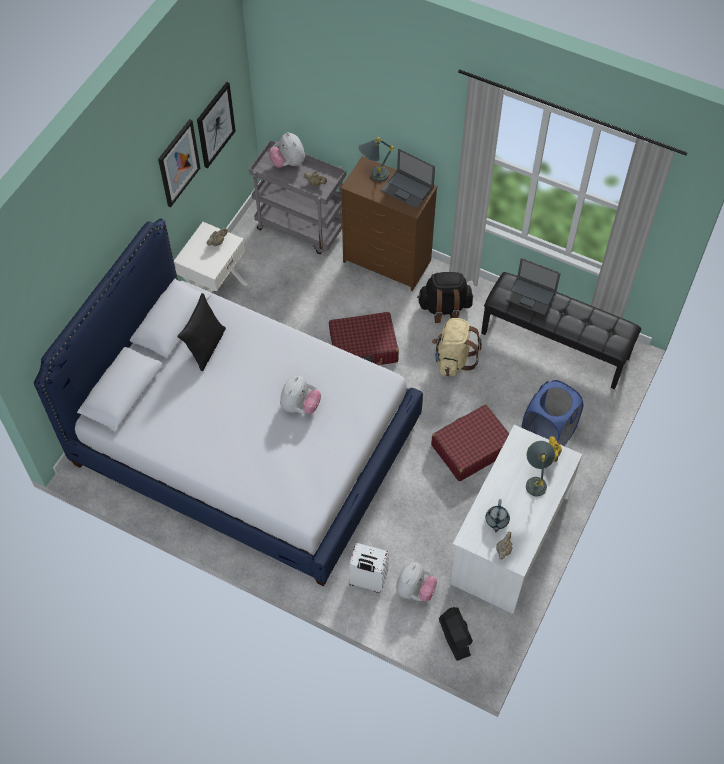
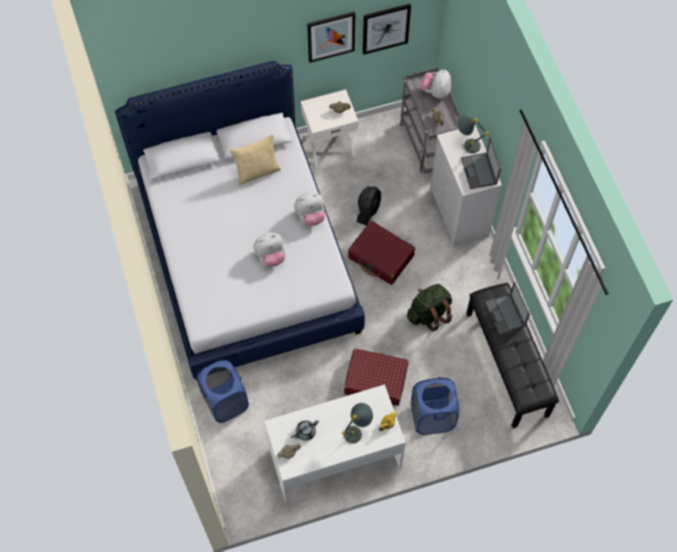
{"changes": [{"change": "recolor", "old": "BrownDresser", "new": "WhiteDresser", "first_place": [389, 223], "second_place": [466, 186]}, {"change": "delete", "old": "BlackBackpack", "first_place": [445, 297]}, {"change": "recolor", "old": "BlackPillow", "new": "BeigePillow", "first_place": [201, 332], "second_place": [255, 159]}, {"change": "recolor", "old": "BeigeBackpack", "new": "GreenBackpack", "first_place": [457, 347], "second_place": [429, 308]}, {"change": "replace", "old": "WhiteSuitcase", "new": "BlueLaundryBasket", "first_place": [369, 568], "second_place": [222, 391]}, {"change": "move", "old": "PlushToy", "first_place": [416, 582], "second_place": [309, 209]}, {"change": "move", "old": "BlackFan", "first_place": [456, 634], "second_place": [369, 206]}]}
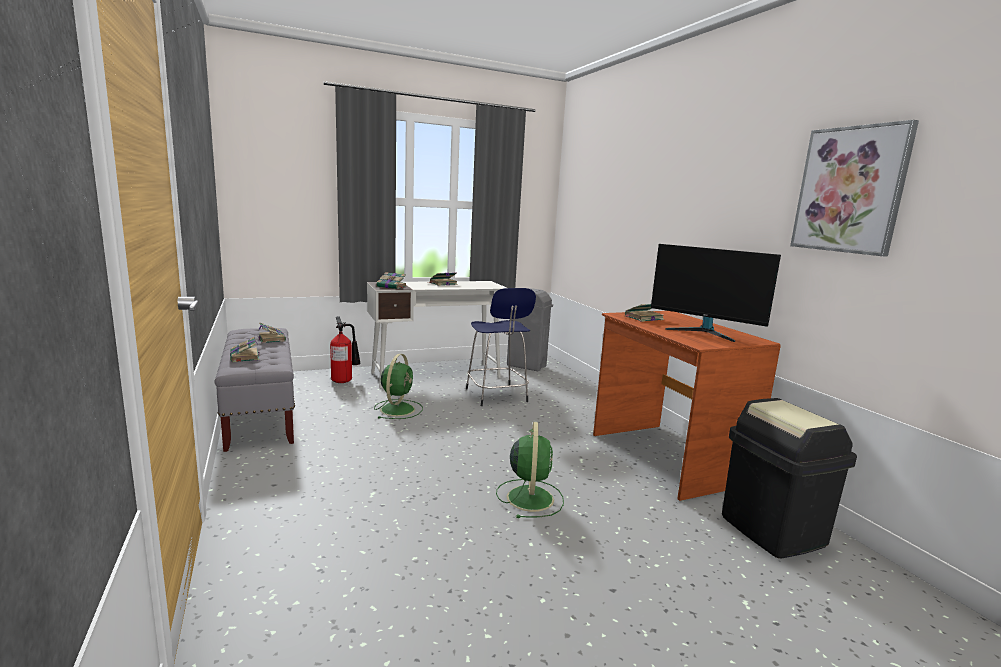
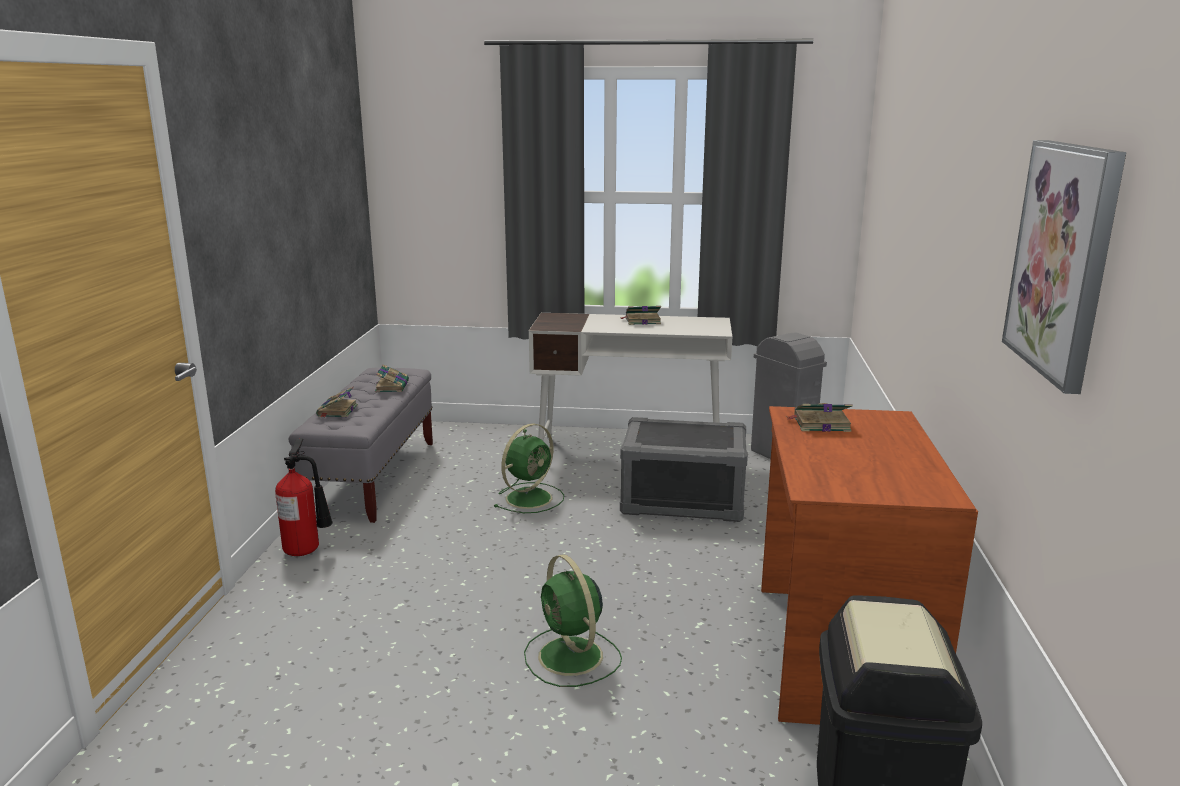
{"changes": [{"change": "delete", "old": "Monitor", "first_place": [716, 293]}, {"change": "delete", "old": "Book", "first_place": [391, 280]}, {"change": "replace", "old": "BlueStool", "new": "GreyStorageBox", "first_place": [501, 347], "second_place": [684, 469]}, {"change": "move", "old": "FireExtinguisher", "first_place": [345, 349], "second_place": [304, 497]}, {"change": "rotate", "old": "GreenFan", "first_place": [530, 470], "second_place": [573, 620], "degrees": 120}]}
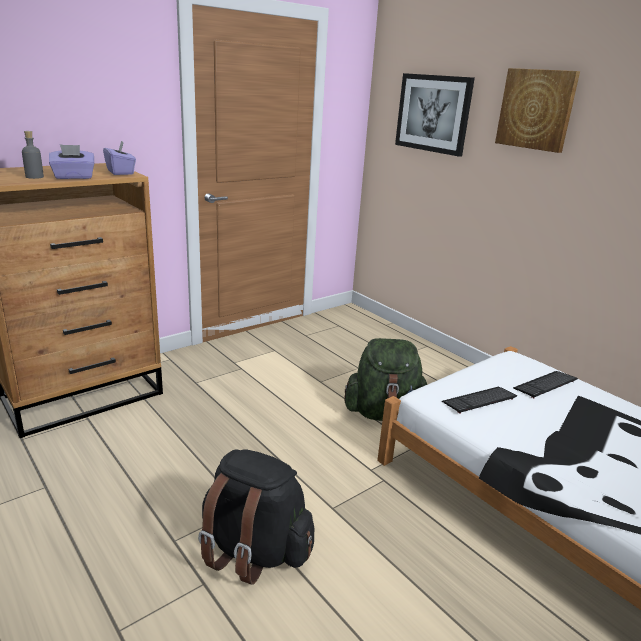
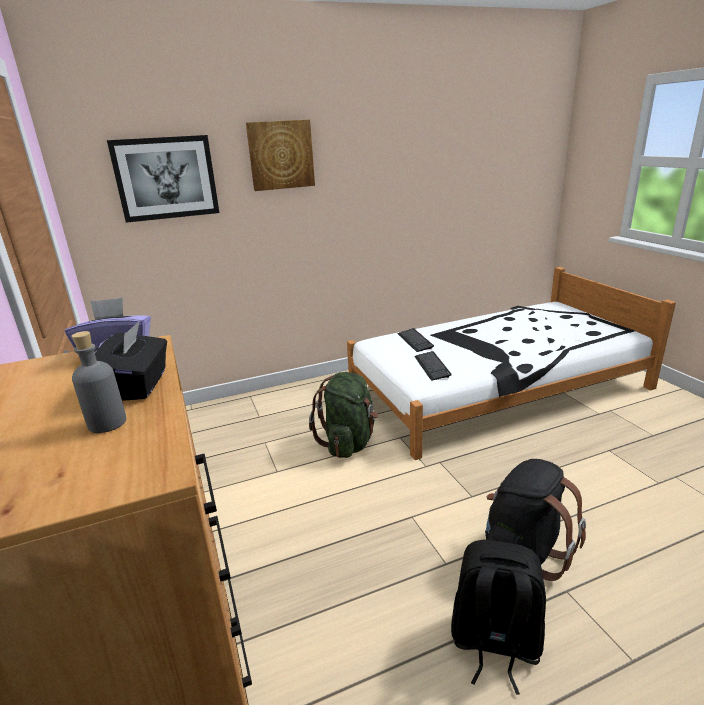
{"changes": [{"change": "recolor", "old": "PurpleTissueBox", "new": "BlackTissueBox", "first_place": [71, 161], "second_place": [130, 361]}, {"change": "insert", "new": "BlackBackpack", "second_place": [498, 617]}]}
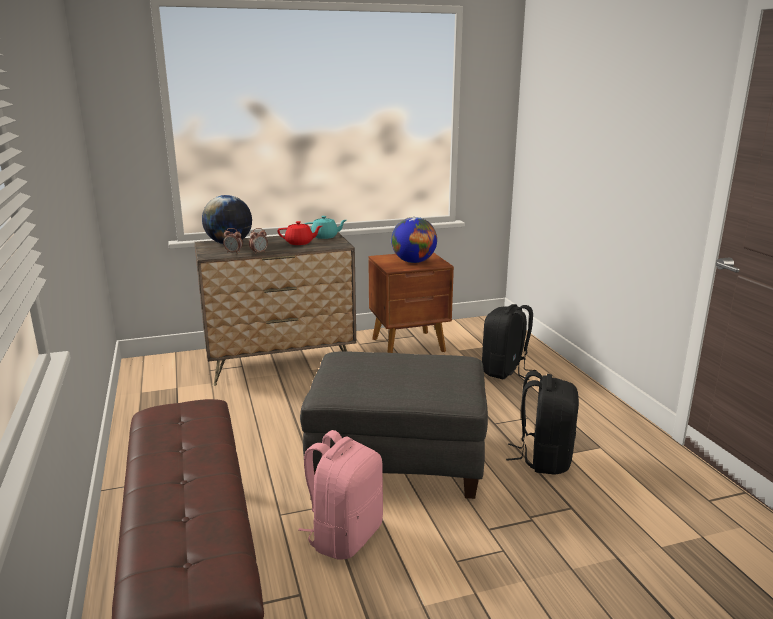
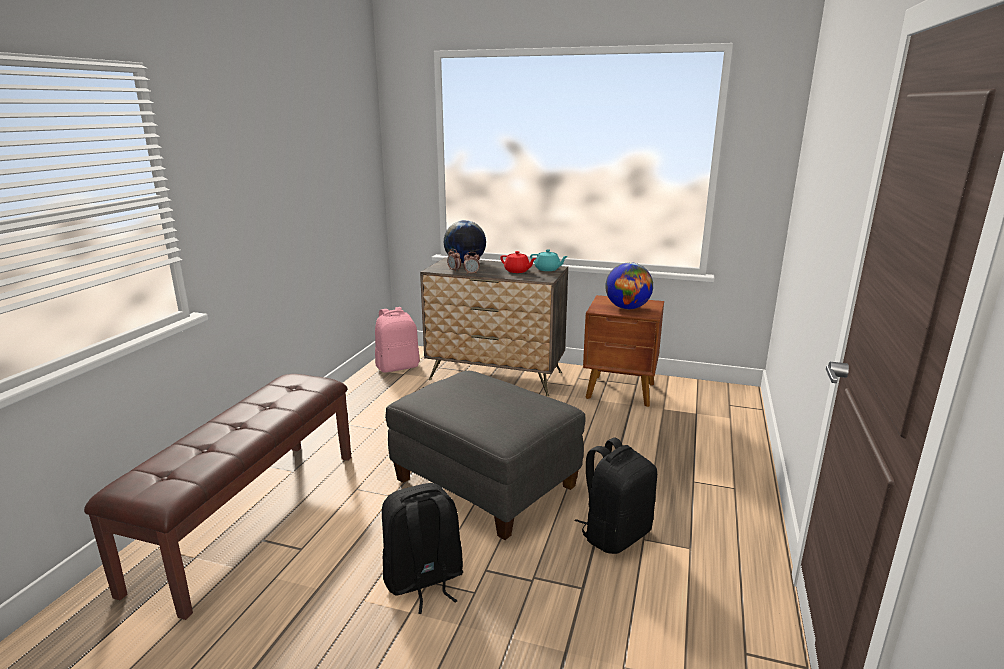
{"changes": [{"change": "move", "old": "BlackBackpack", "first_place": [509, 342], "second_place": [422, 548]}, {"change": "move", "old": "PinkBackpack", "first_place": [340, 495], "second_place": [397, 340]}]}
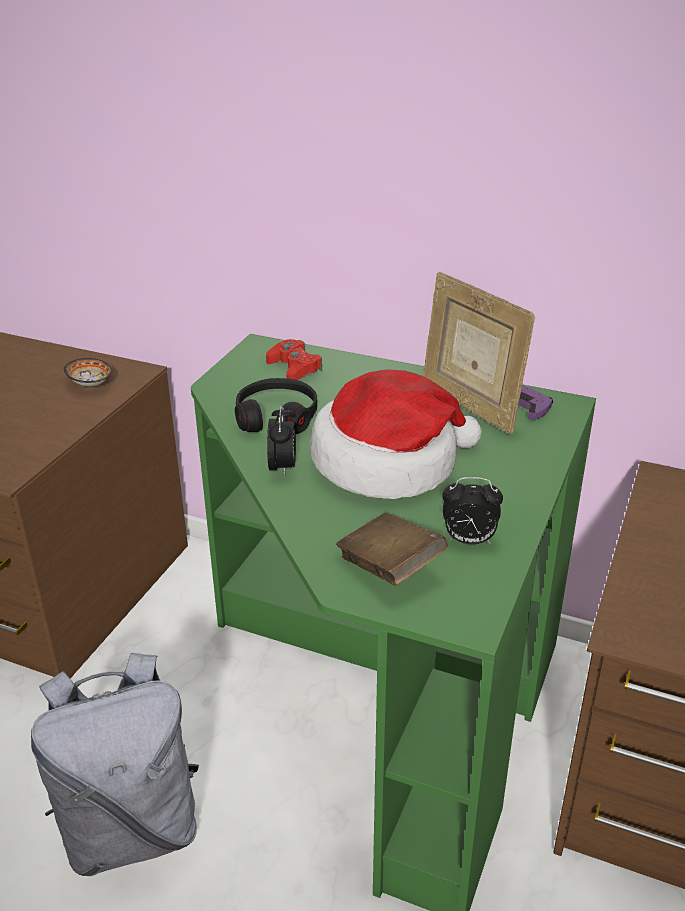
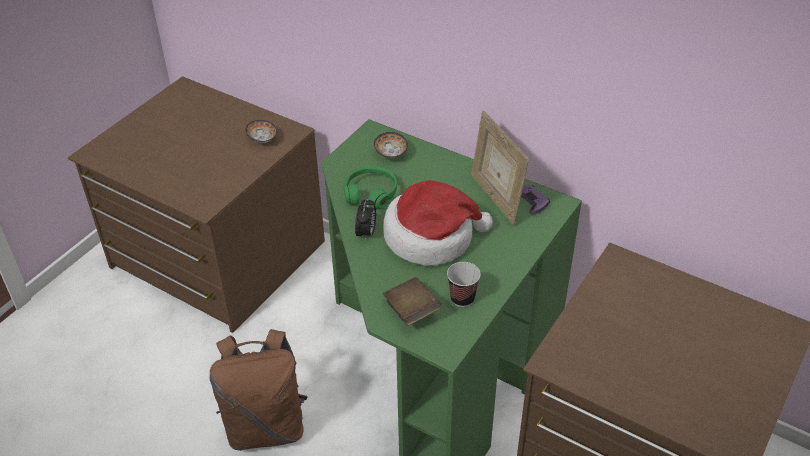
{"changes": [{"change": "replace", "old": "RedGameController", "new": "Bowl", "first_place": [294, 359], "second_place": [391, 145]}, {"change": "recolor", "old": "BlackHeadphones", "new": "GreenHeadphones", "first_place": [276, 406], "second_place": [370, 188]}, {"change": "replace", "old": "AlarmClock", "new": "Cup", "first_place": [472, 510], "second_place": [464, 284]}, {"change": "recolor", "old": "GreyBackpack", "new": "BrownBackpack", "first_place": [115, 764], "second_place": [259, 390]}]}
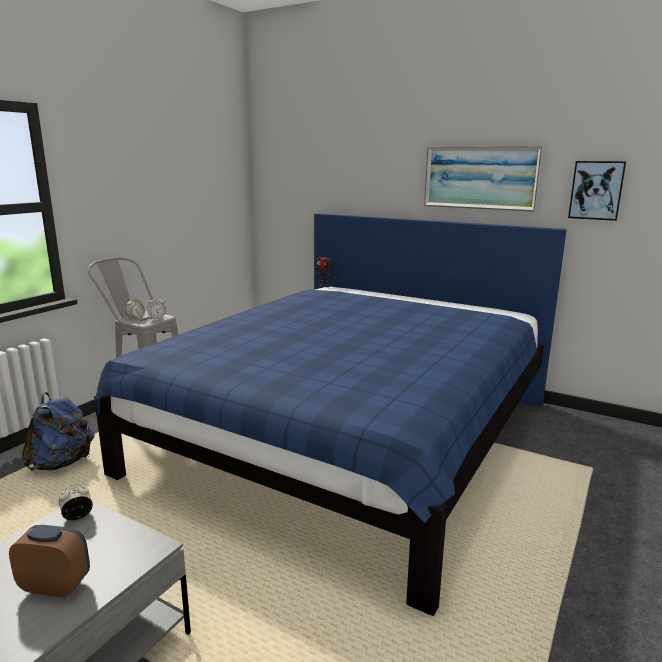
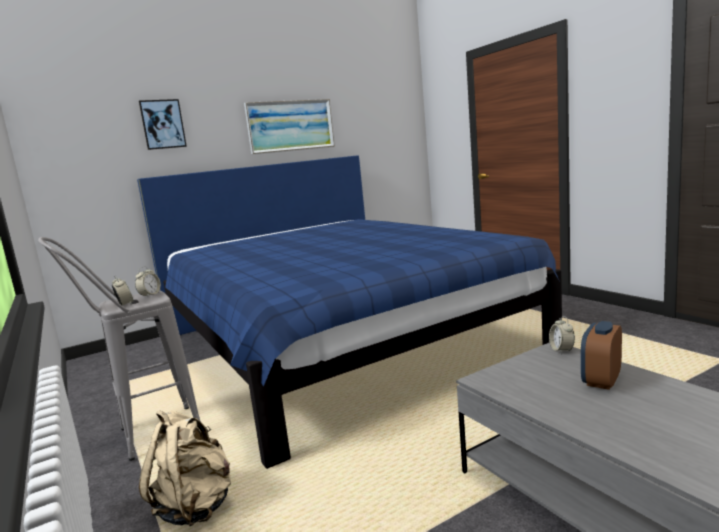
{"changes": [{"change": "move", "old": "Picture", "first_place": [597, 191], "second_place": [163, 124]}, {"change": "delete", "old": "ToyRobot", "first_place": [325, 269]}, {"change": "recolor", "old": "BlueBackpack", "new": "BeigeBackpack", "first_place": [57, 431], "second_place": [185, 468]}, {"change": "move", "old": "AlarmClock", "first_place": [76, 502], "second_place": [562, 335]}]}
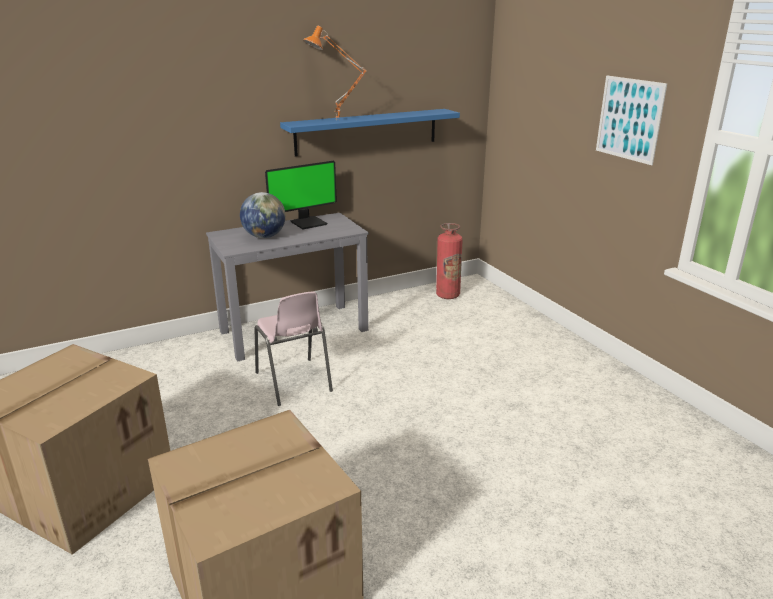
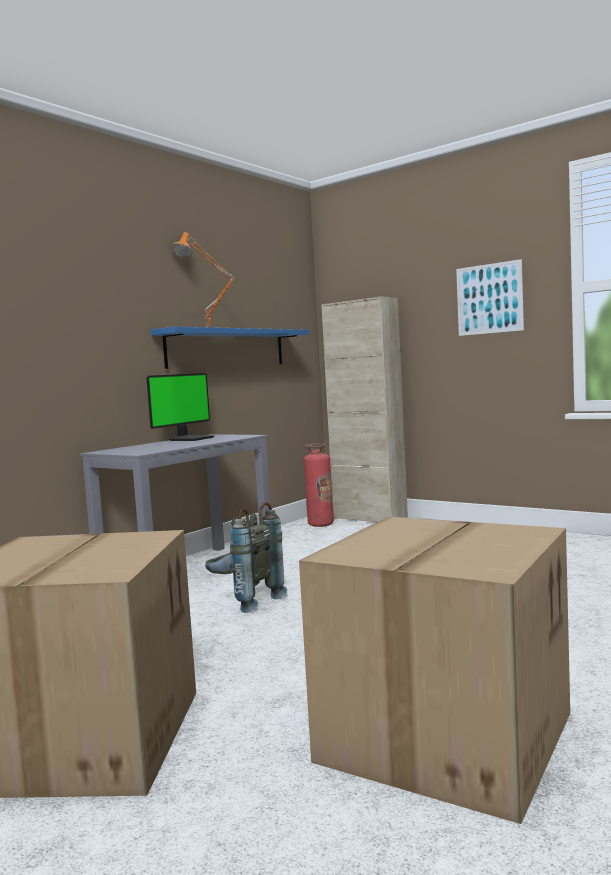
{"changes": [{"change": "delete", "old": "Globe", "first_place": [263, 215]}, {"change": "replace", "old": "PinkChair", "new": "GreyBackpack", "first_place": [294, 348], "second_place": [246, 557]}, {"change": "insert", "new": "BeigeCabinet", "second_place": [364, 409]}]}
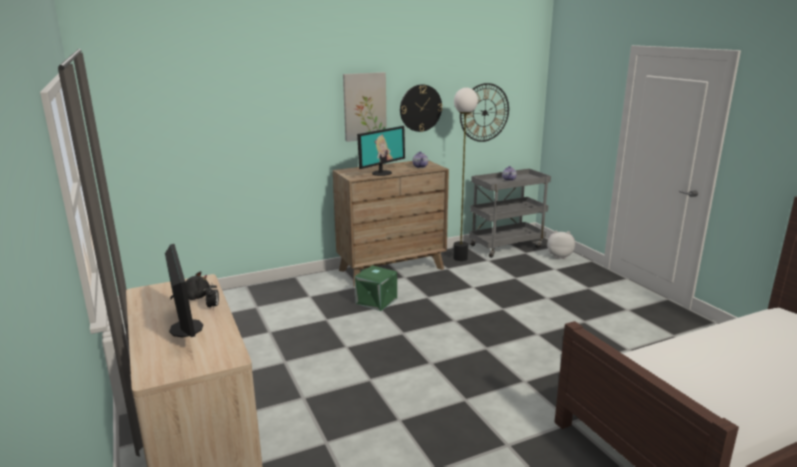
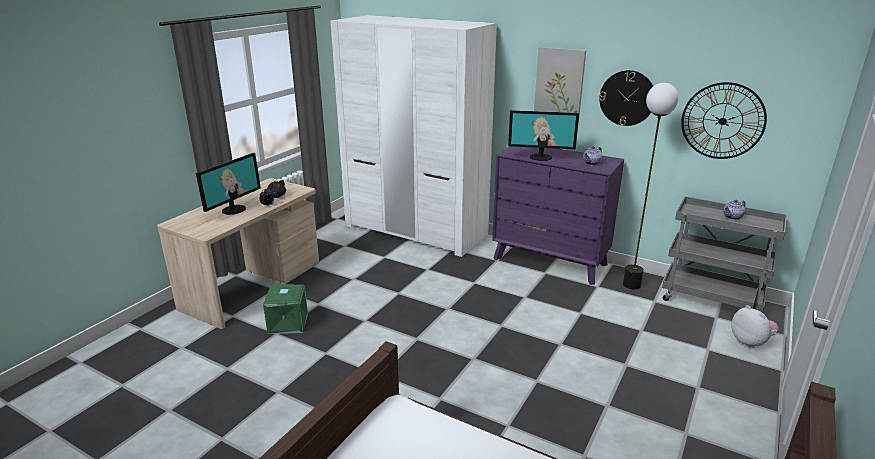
{"changes": [{"change": "recolor", "old": "BrownDresser", "new": "PurpleDresser", "first_place": [391, 223], "second_place": [558, 215]}, {"change": "move", "old": "GreenStorageBox", "first_place": [376, 288], "second_place": [285, 309]}, {"change": "insert", "new": "WhiteWardrobe", "second_place": [413, 136]}]}
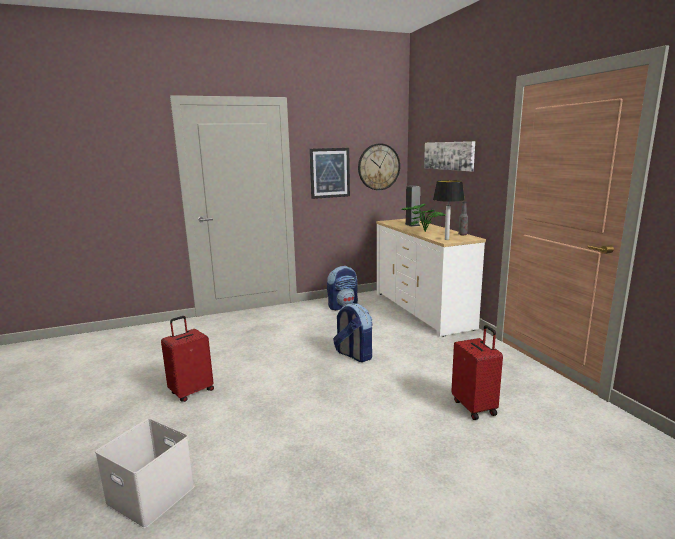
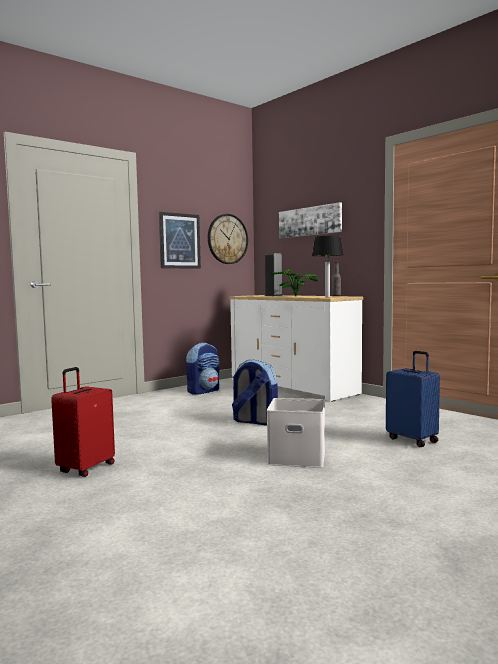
{"changes": [{"change": "recolor", "old": "RedSuitcase", "new": "BlueSuitcase", "first_place": [477, 372], "second_place": [413, 399]}, {"change": "move", "old": "WhiteStorageBox", "first_place": [145, 474], "second_place": [296, 433]}]}
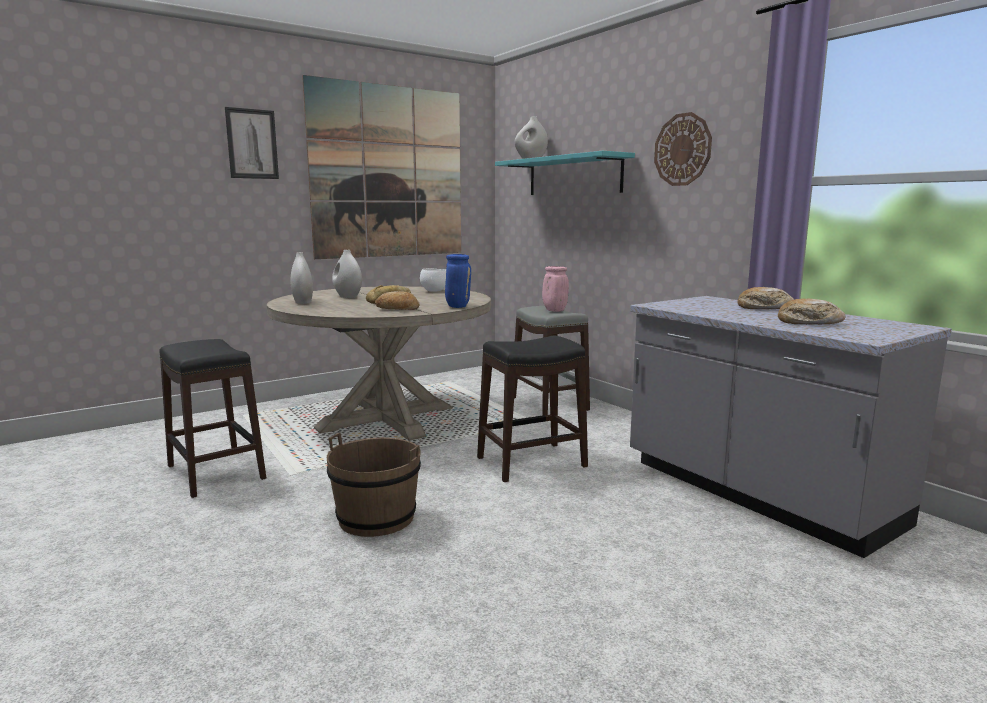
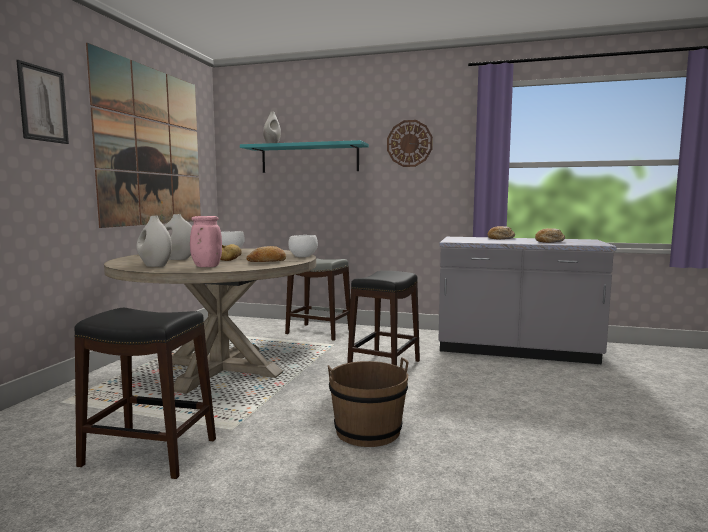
{"changes": [{"change": "replace", "old": "BlueVase", "new": "WhiteBowl", "first_place": [458, 281], "second_place": [303, 246]}, {"change": "move", "old": "PinkVase", "first_place": [555, 289], "second_place": [206, 241]}]}
